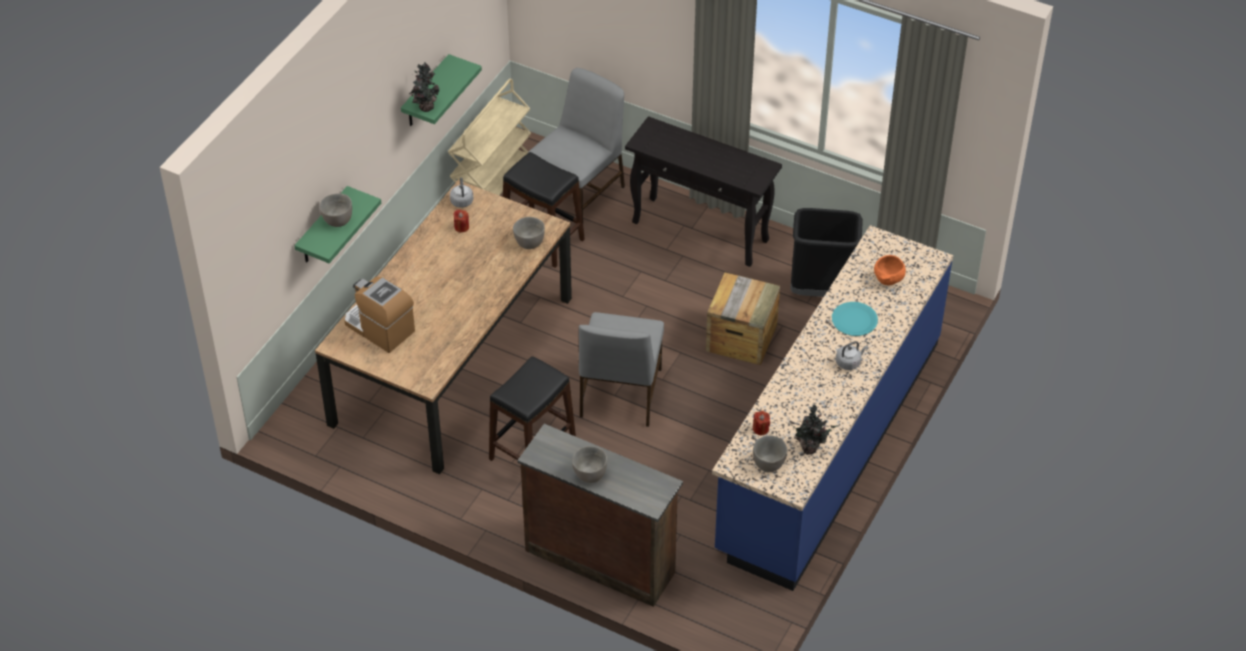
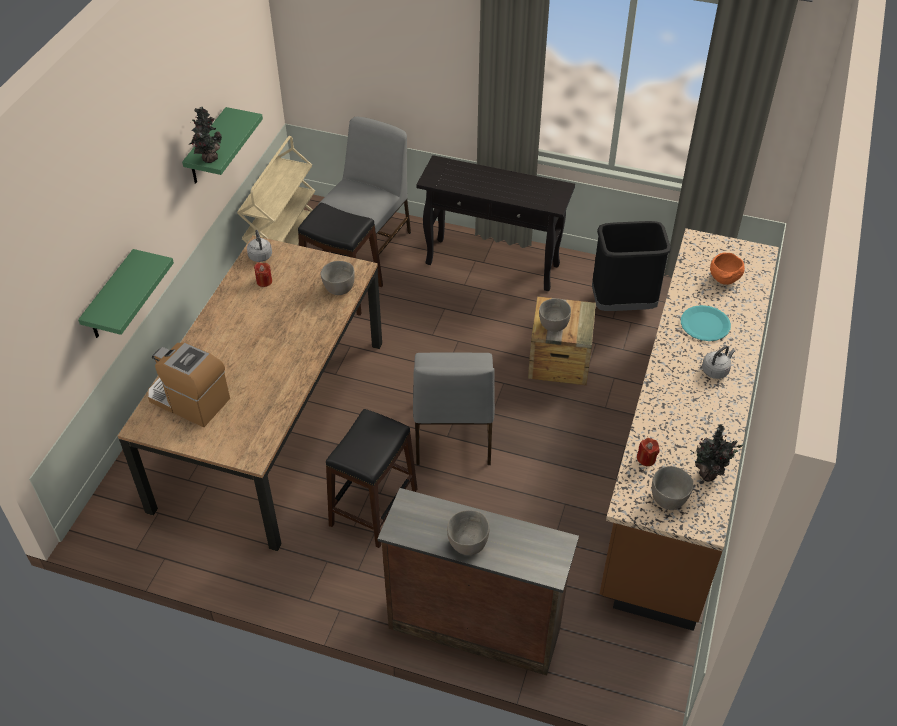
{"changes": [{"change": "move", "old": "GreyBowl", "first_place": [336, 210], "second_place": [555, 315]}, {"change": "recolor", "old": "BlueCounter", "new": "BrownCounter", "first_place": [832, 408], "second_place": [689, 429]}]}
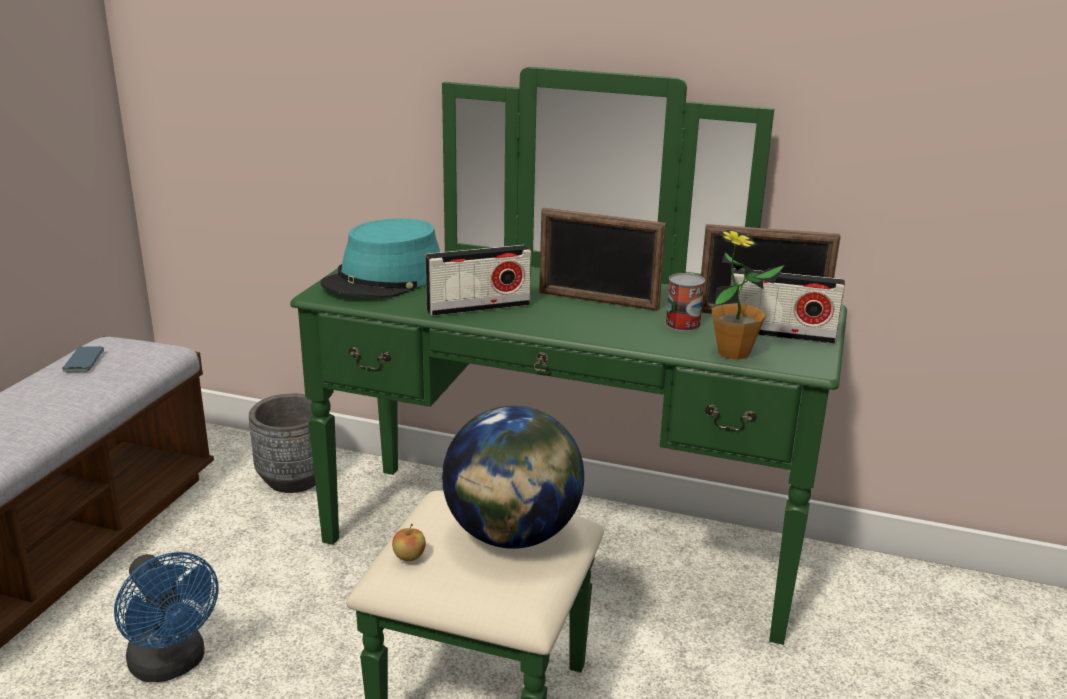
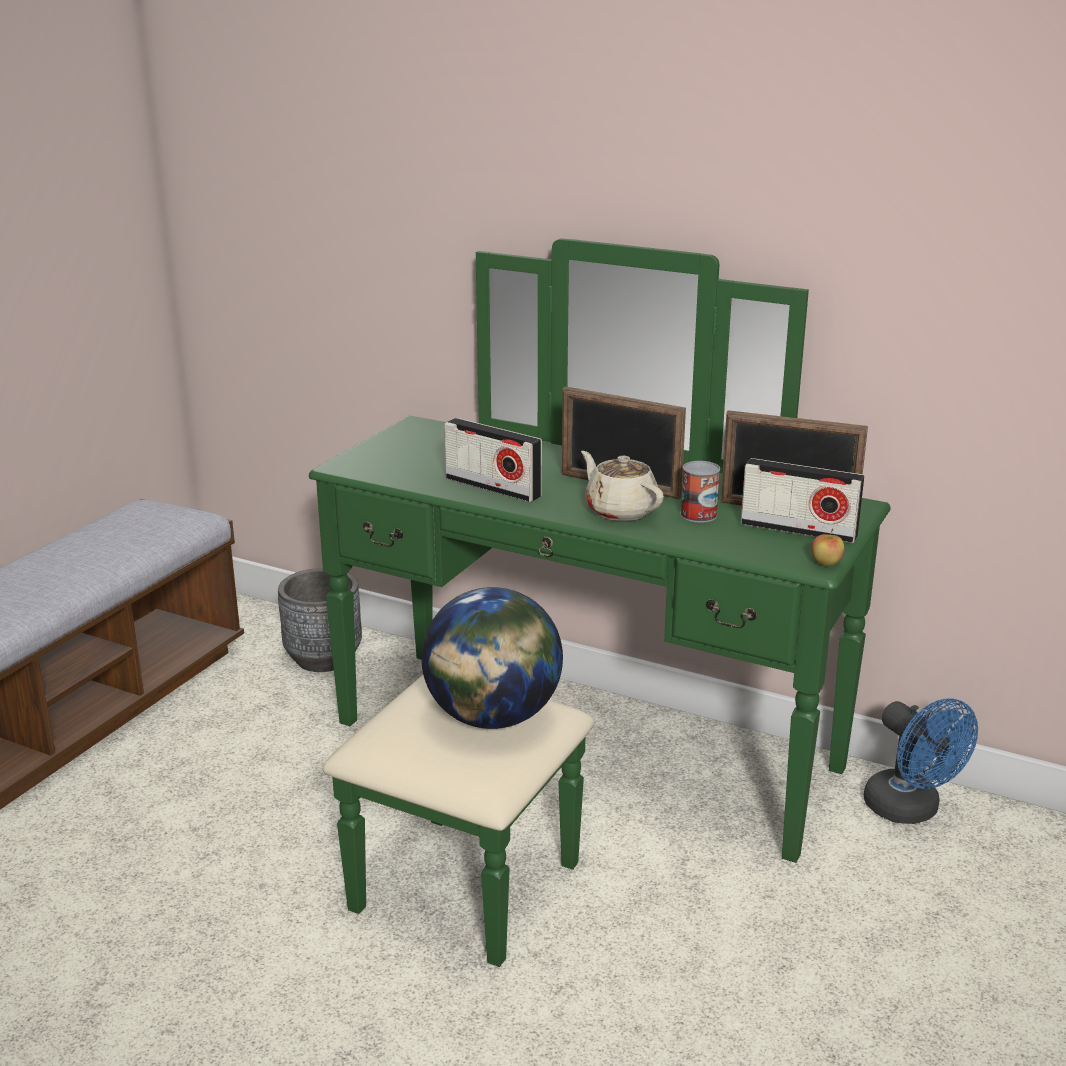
{"changes": [{"change": "delete", "old": "TurquoiseHat", "first_place": [380, 258]}, {"change": "delete", "old": "PottedPlant", "first_place": [748, 294]}, {"change": "rotate", "old": "Radio", "first_place": [478, 280], "second_place": [493, 460], "degrees": 45}, {"change": "delete", "old": "Phone", "first_place": [83, 359]}, {"change": "move", "old": "Apple", "first_place": [409, 542], "second_place": [828, 547]}, {"change": "move", "old": "BlueFan", "first_place": [166, 617], "second_place": [921, 761]}, {"change": "insert", "new": "BeigeTeapot", "second_place": [622, 486]}]}
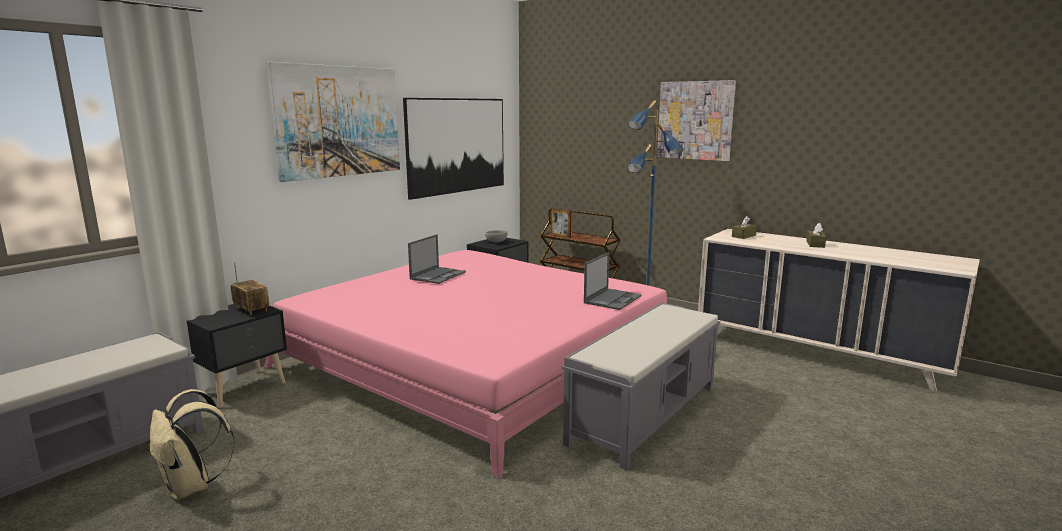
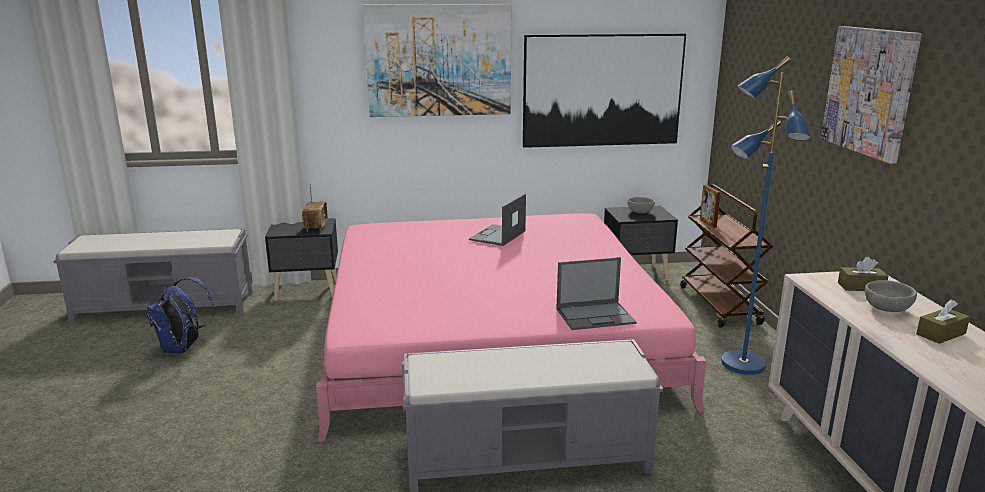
{"changes": [{"change": "rotate", "old": "Laptop", "first_place": [437, 259], "second_place": [497, 220], "degrees": 135}, {"change": "recolor", "old": "BeigeBackpack", "new": "BlueBackpack", "first_place": [192, 444], "second_place": [180, 315]}, {"change": "insert", "new": "GreyBowl", "second_place": [891, 296]}]}
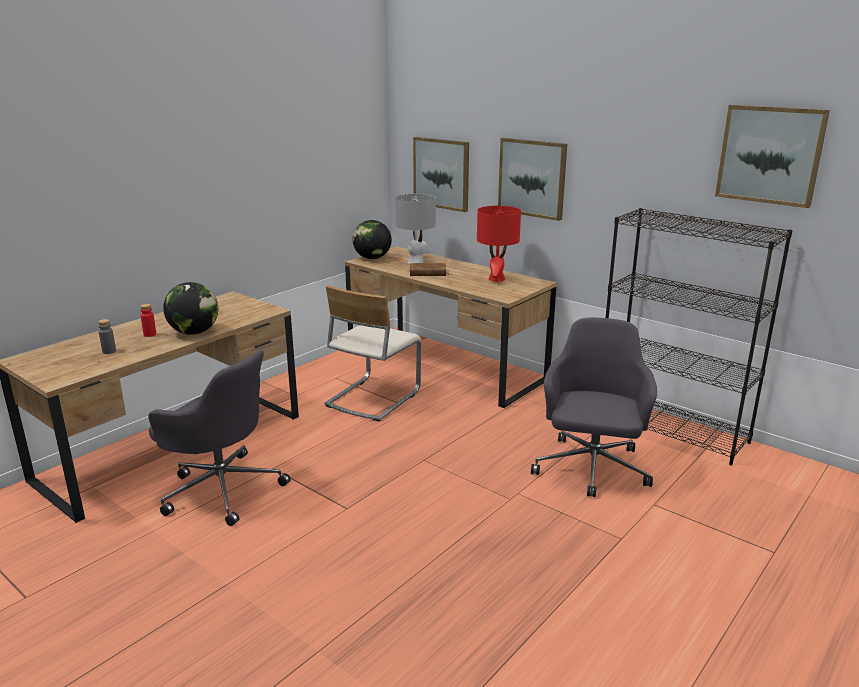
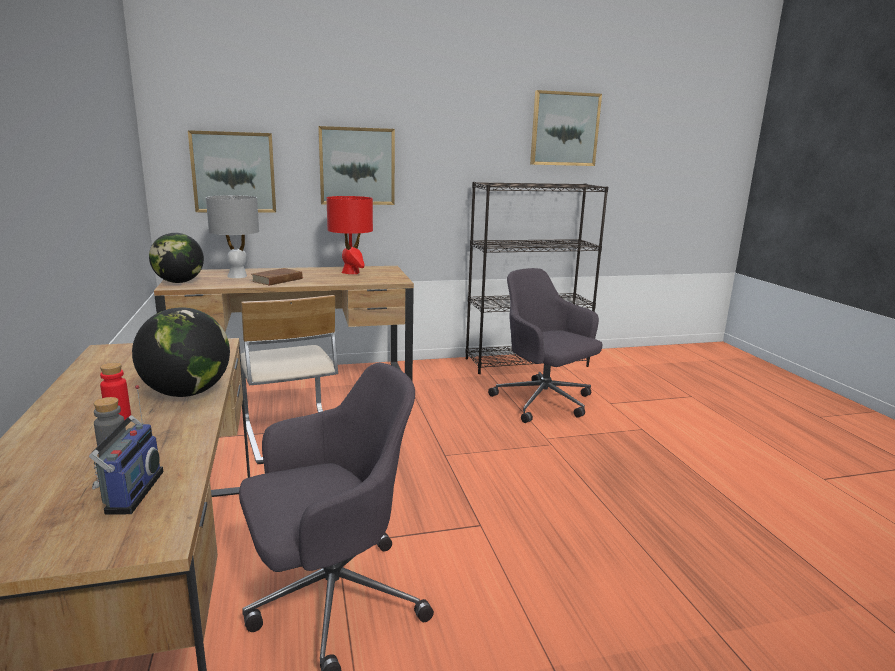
{"changes": [{"change": "insert", "new": "Radio", "second_place": [126, 450]}]}
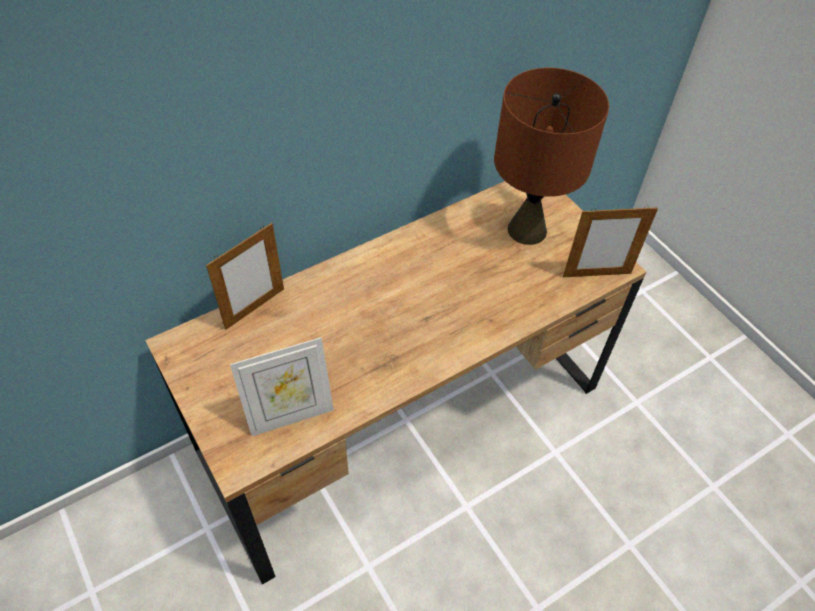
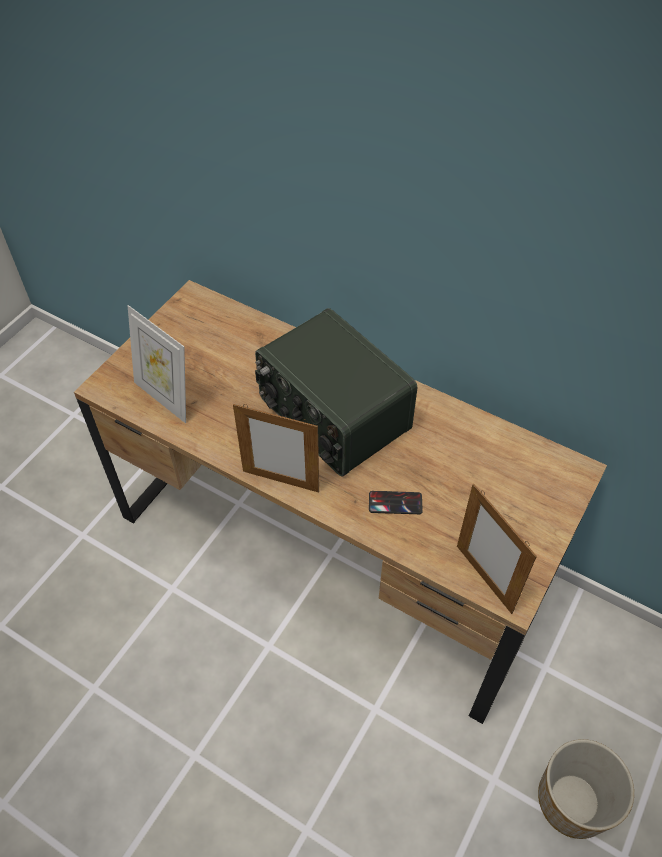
{"changes": [{"change": "delete", "old": "BrownTableLamp", "first_place": [551, 156]}, {"change": "move", "old": "PictureFrame", "first_place": [245, 276], "second_place": [276, 448]}, {"change": "insert", "new": "Radio", "second_place": [336, 392]}, {"change": "insert", "new": "Phone", "second_place": [396, 502]}, {"change": "insert", "new": "Planter", "second_place": [586, 789]}]}
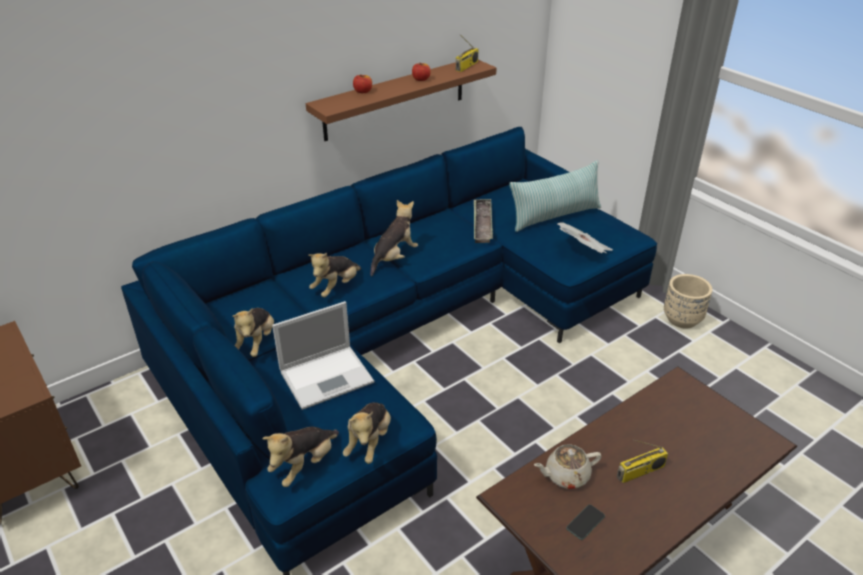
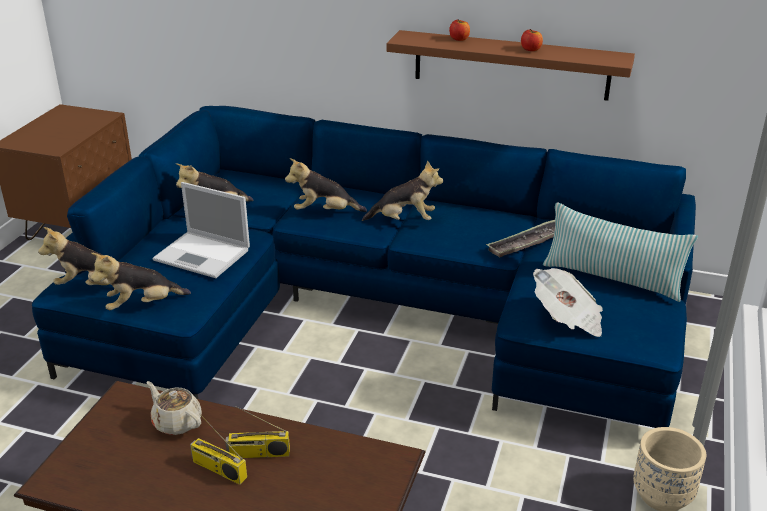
{"changes": [{"change": "move", "old": "Radio", "first_place": [467, 57], "second_place": [257, 432]}, {"change": "delete", "old": "Phone", "first_place": [585, 522]}]}
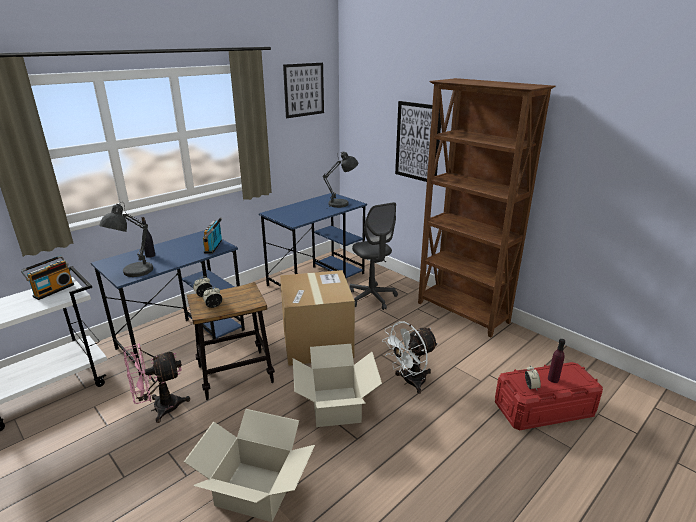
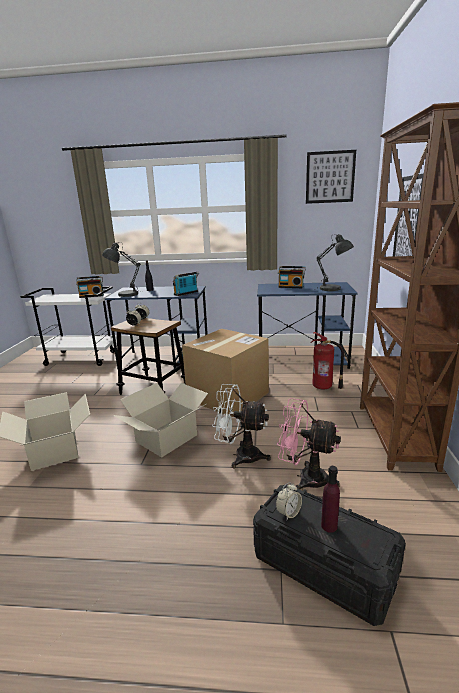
{"changes": [{"change": "replace", "old": "GreyOfficeChair", "new": "FireExtinguisher", "first_place": [374, 256], "second_place": [327, 360]}, {"change": "move", "old": "PinkFan", "first_place": [156, 383], "second_place": [309, 444]}, {"change": "recolor", "old": "RedStorageBox", "new": "BlackStorageBox", "first_place": [549, 396], "second_place": [329, 555]}, {"change": "insert", "new": "Radio", "second_place": [292, 277]}]}
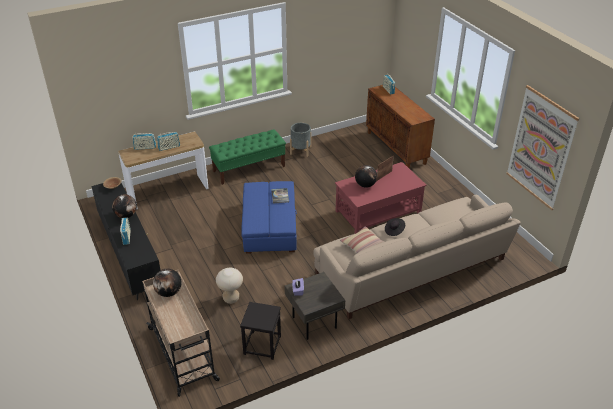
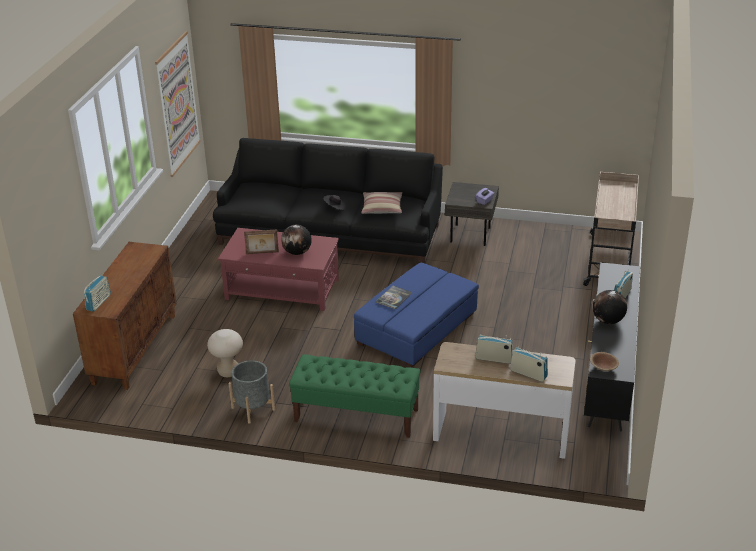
{"changes": [{"change": "recolor", "old": "BeigeSofa", "new": "BlackSofa", "first_place": [417, 257], "second_place": [328, 200]}, {"change": "move", "old": "BeigeStool", "first_place": [229, 286], "second_place": [225, 353]}, {"change": "delete", "old": "Globe", "first_place": [167, 283]}, {"change": "delete", "old": "BlackStool", "first_place": [260, 331]}]}
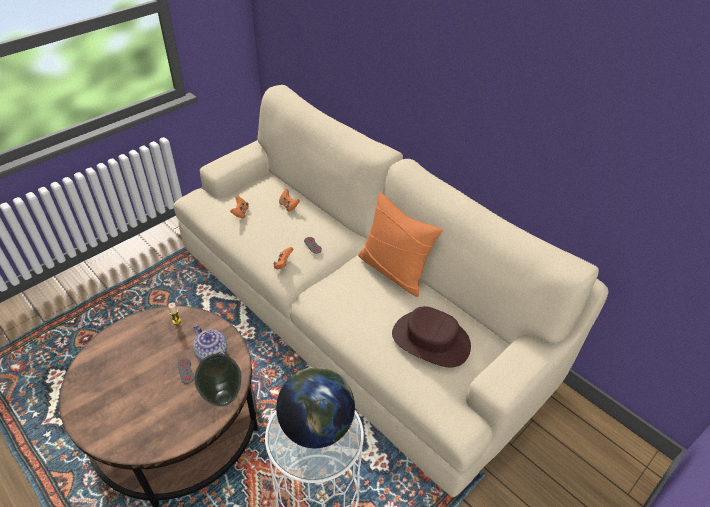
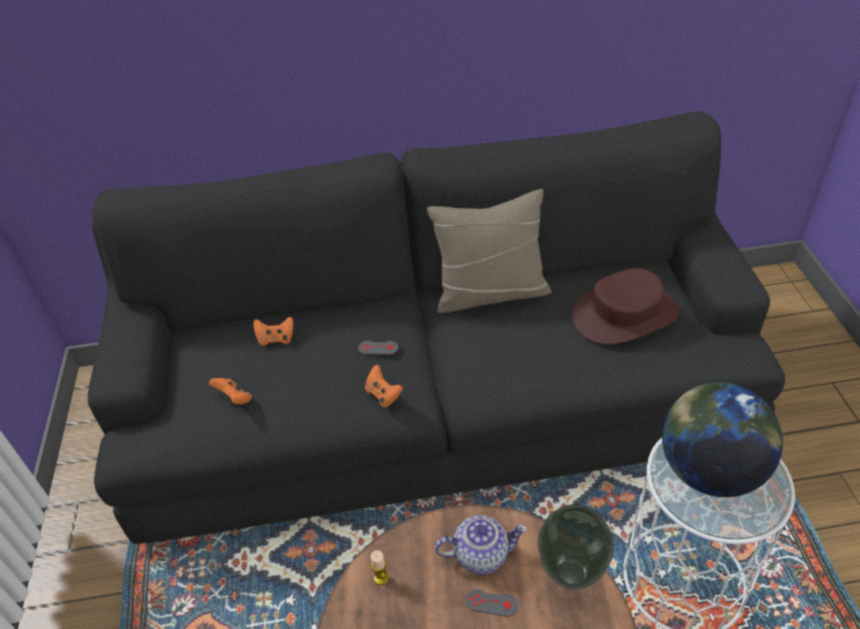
{"changes": [{"change": "recolor", "old": "BeigeSofa", "new": "BlackSofa", "first_place": [391, 291], "second_place": [436, 327]}, {"change": "recolor", "old": "OrangePillow", "new": "BeigePillow", "first_place": [400, 244], "second_place": [489, 251]}]}
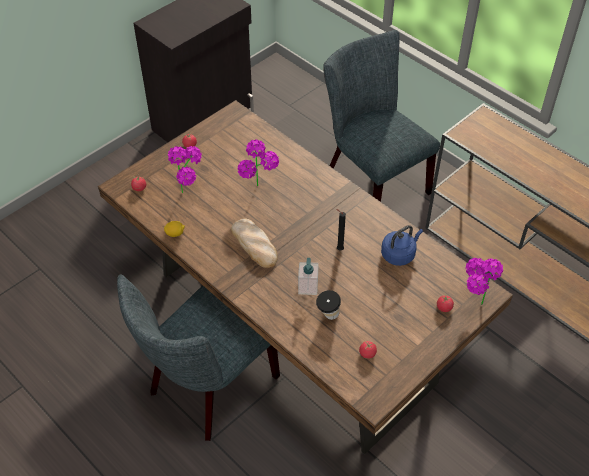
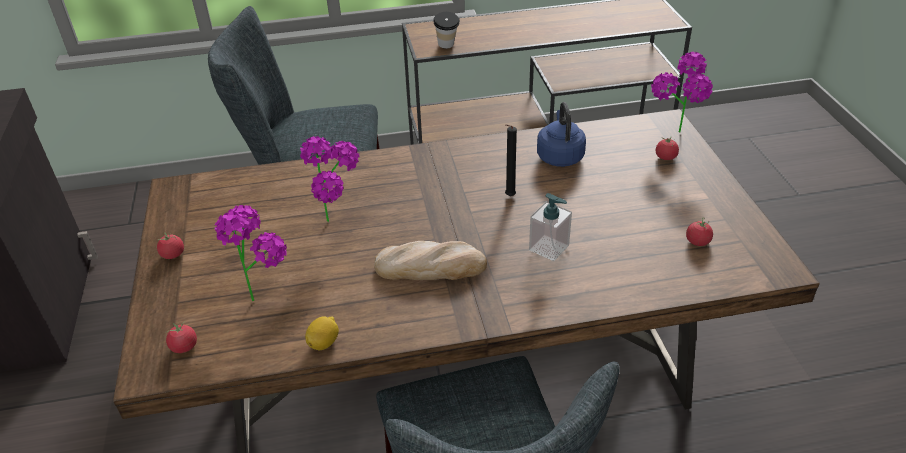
{"changes": [{"change": "move", "old": "Cup", "first_place": [328, 305], "second_place": [446, 30]}]}
